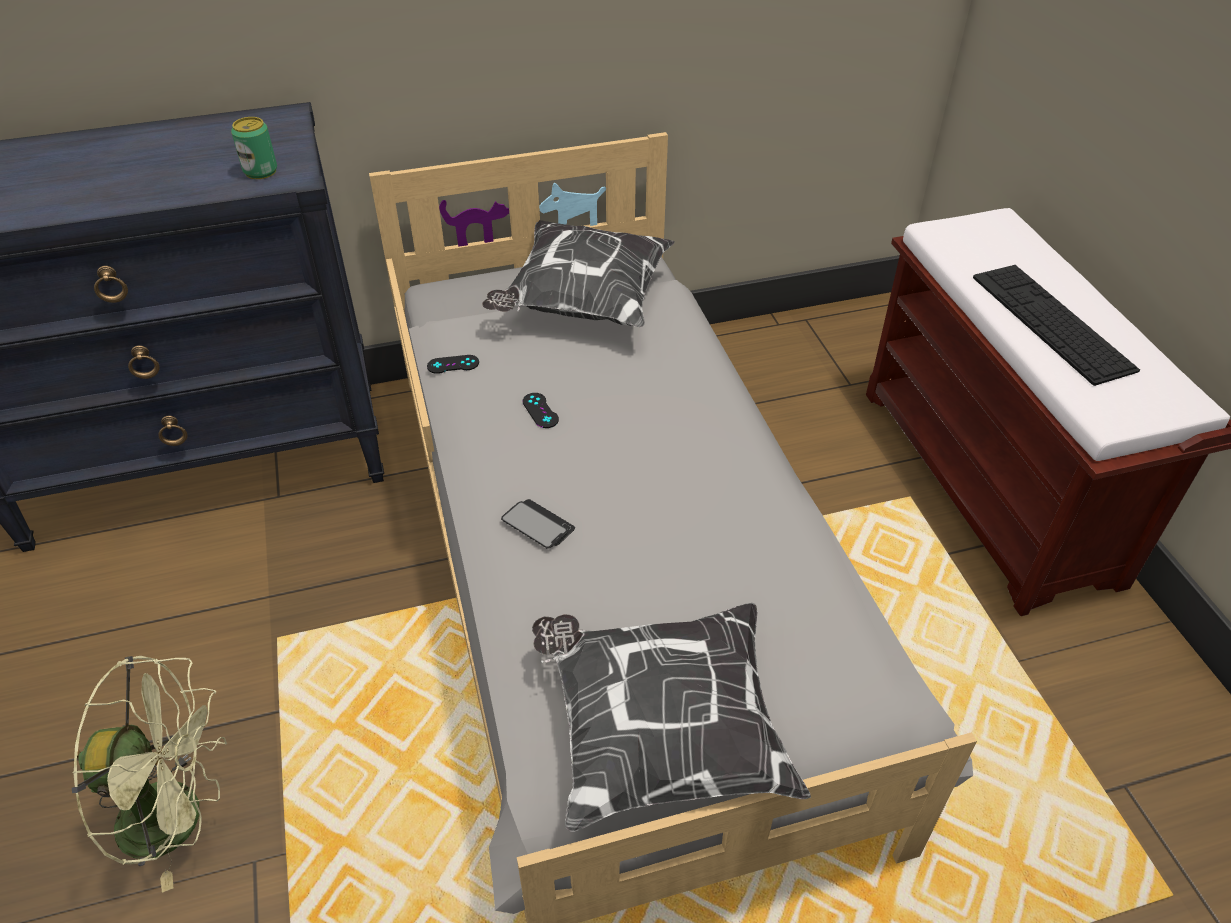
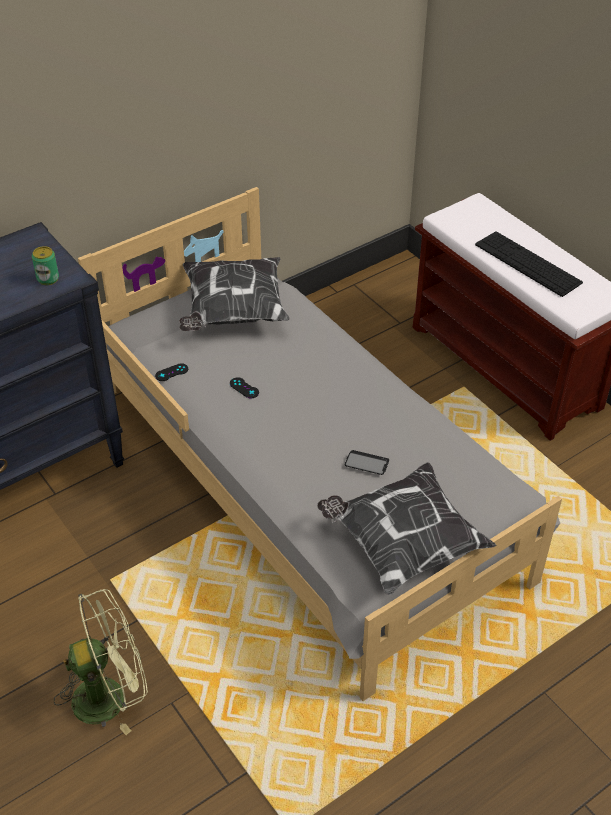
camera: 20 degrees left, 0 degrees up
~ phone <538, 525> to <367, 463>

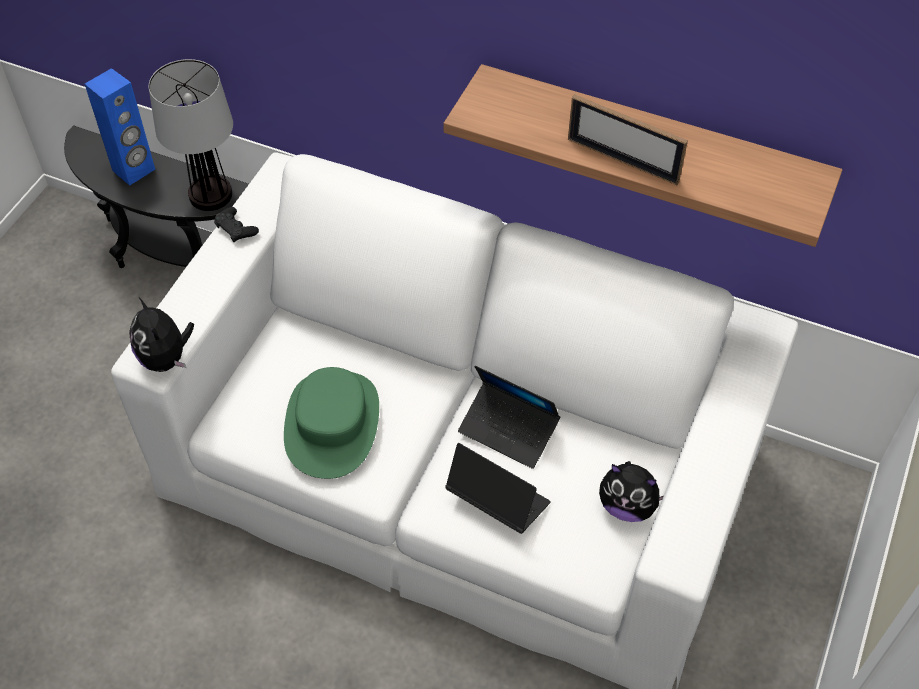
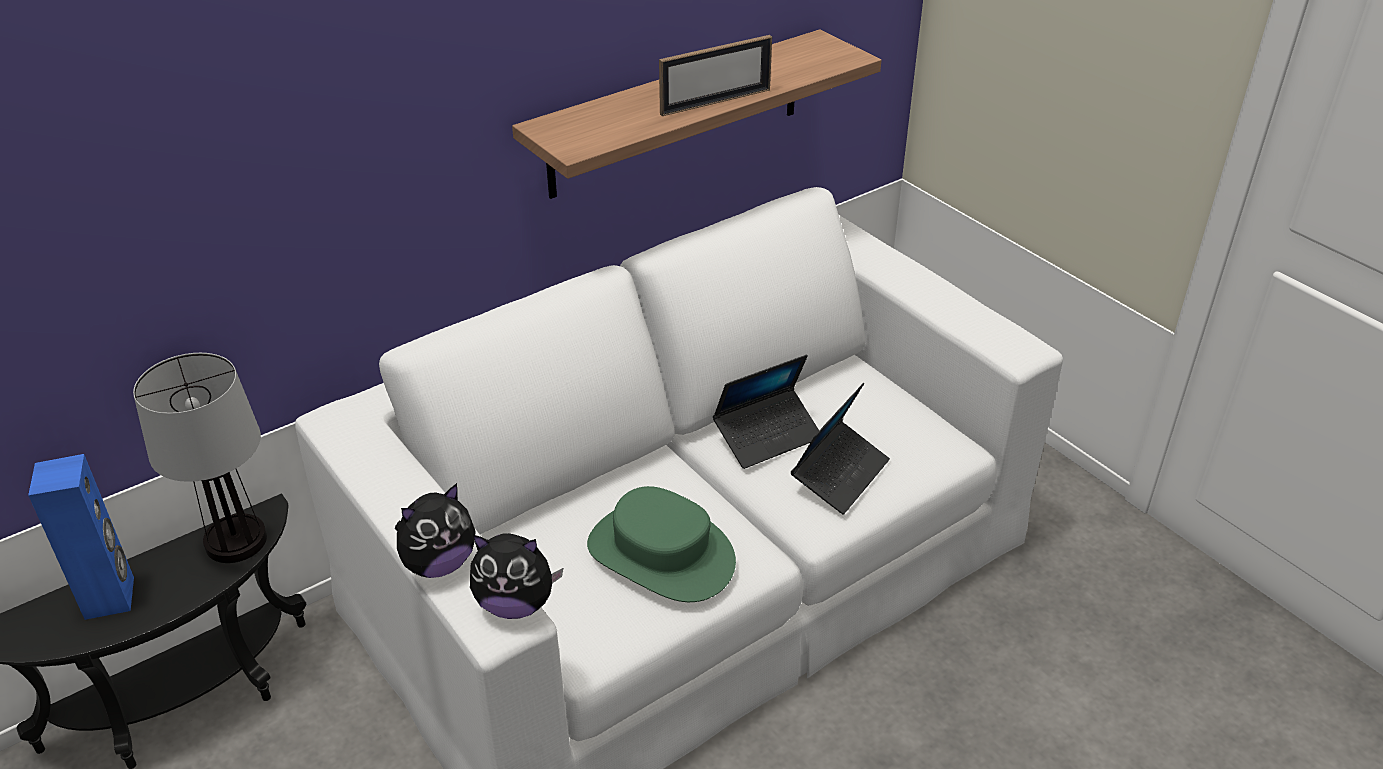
camera: 60 degrees left, 15 degrees down
- game controller in black <236, 229>
~ cuddly toy <627, 506> to <439, 563>
~ laptop <497, 500> = <840, 474> 150 degrees clockwise

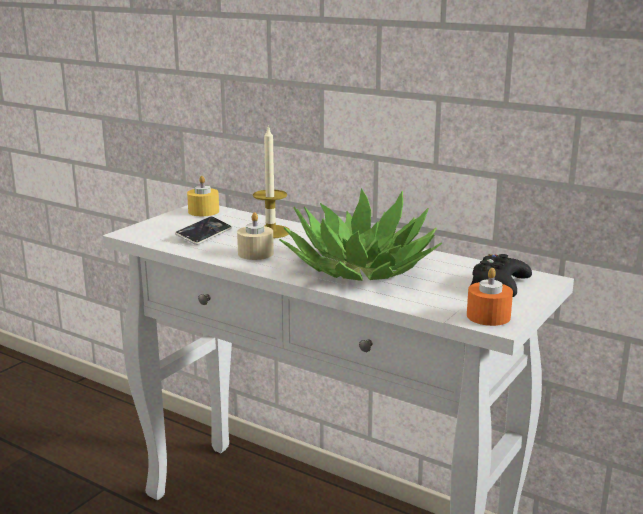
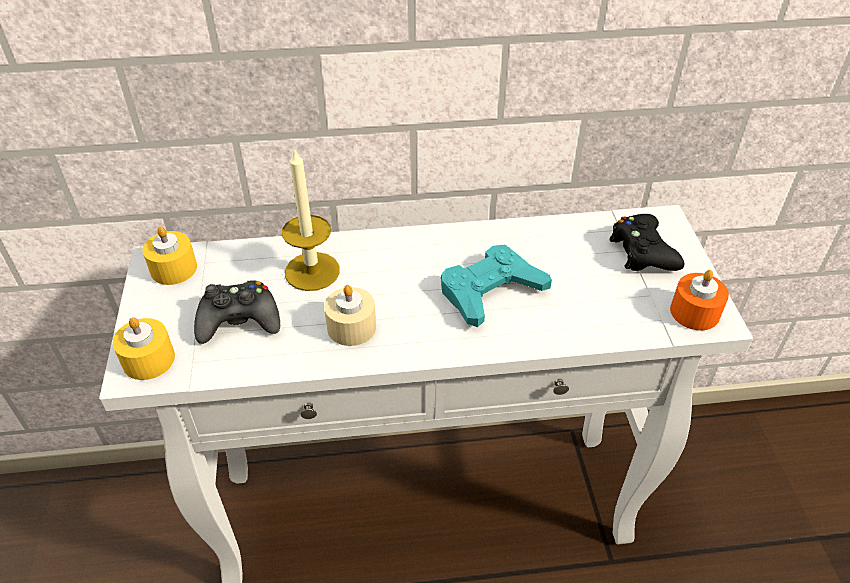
camera: 40 degrees left, 25 degrees up
+ candle in yellow-coloured <148, 359>
~ phone <204, 234> to game controller in black <239, 320>
~ houseplant <360, 267> to game controller in turquoise <490, 291>

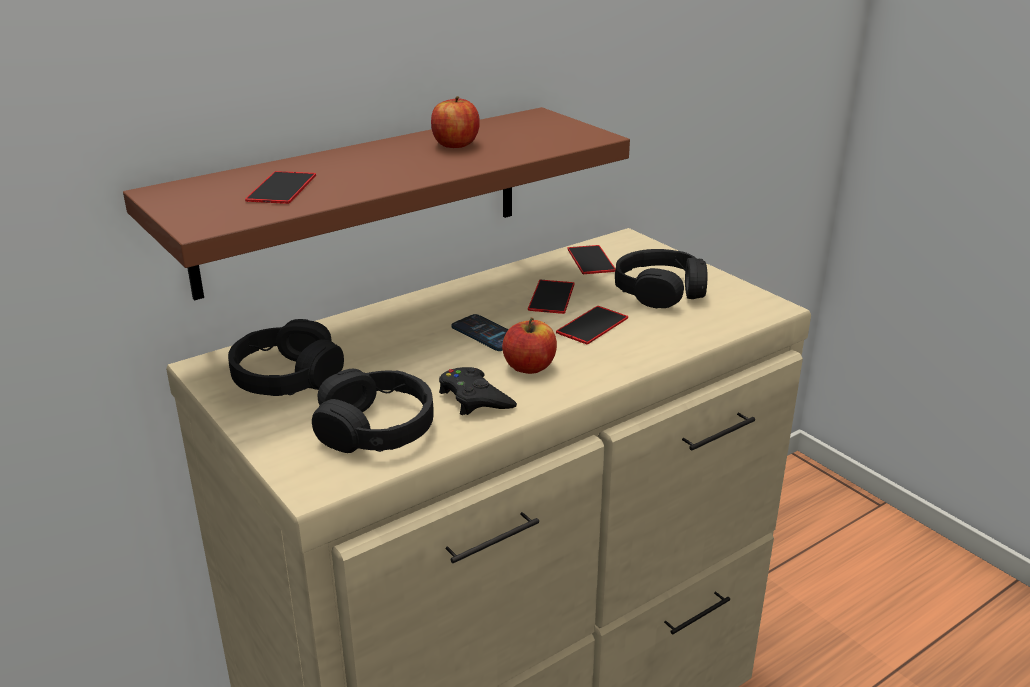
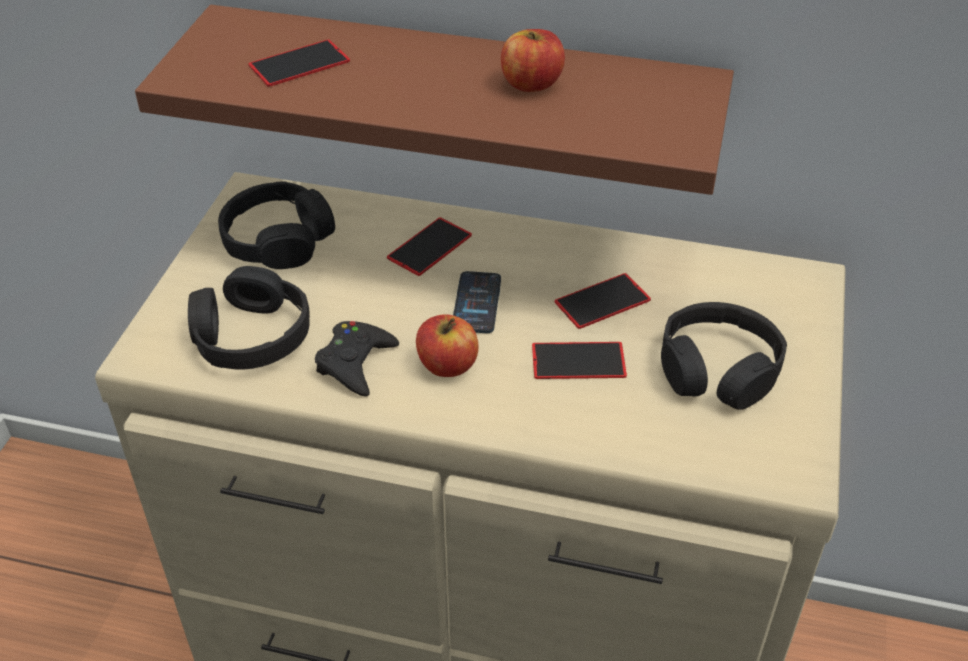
camera: 50 degrees right, 15 degrees up
~ phone <591, 260> to <429, 247>

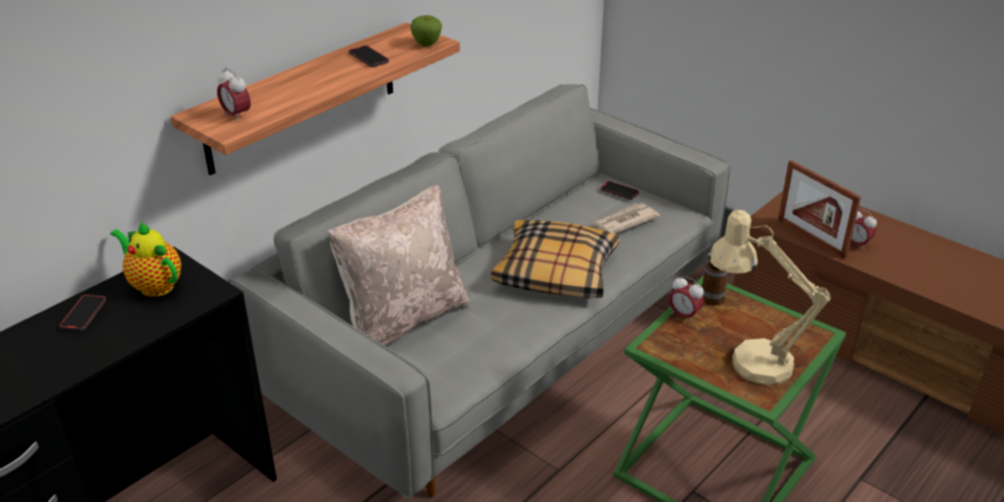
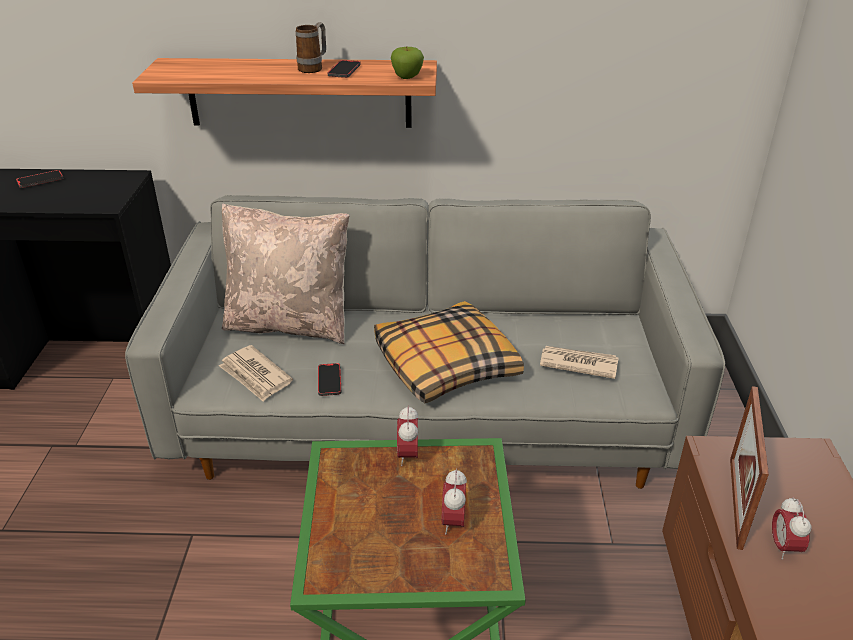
camera: 50 degrees right, 0 degrees up
- teapot <154, 285>
- lamp for a table in beige <749, 360>
+ printed paper <255, 376>
~ alarm clock <236, 116> to <453, 522>
~ phone <619, 192> to <329, 381>
~ tea mug <710, 295> to <314, 68>

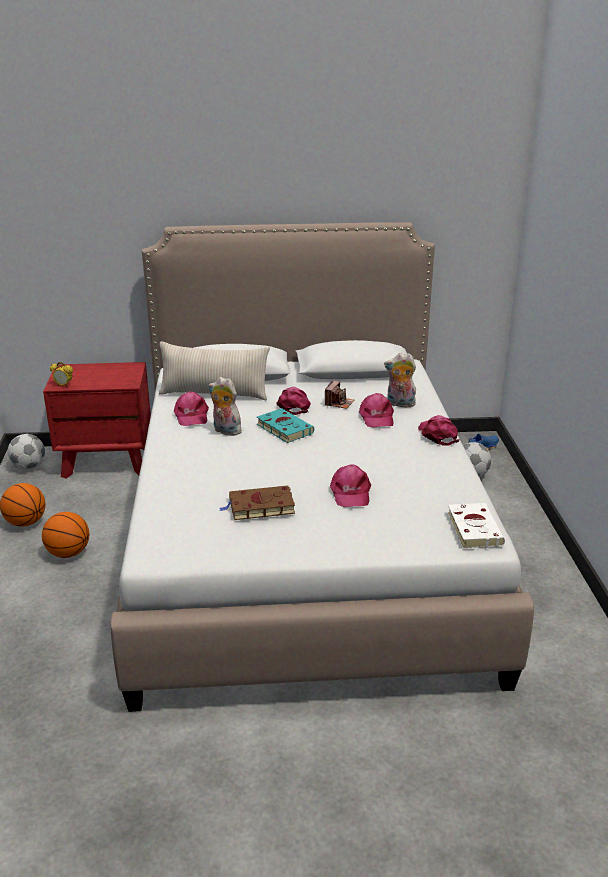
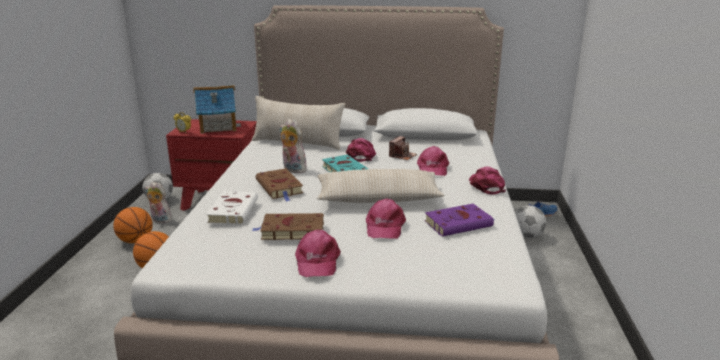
camera: 10 degrees right, 5 degrees down
+ toy house <217, 127>
+ book in brownish <280, 188>
+ pillow in beige <378, 198>
+ book in purplish <459, 223>
~ peaked cap in pink <191, 415> to <317, 261>
~ cuddly toy <400, 404> to <160, 220>
~ book in white <473, 528> to <233, 210>

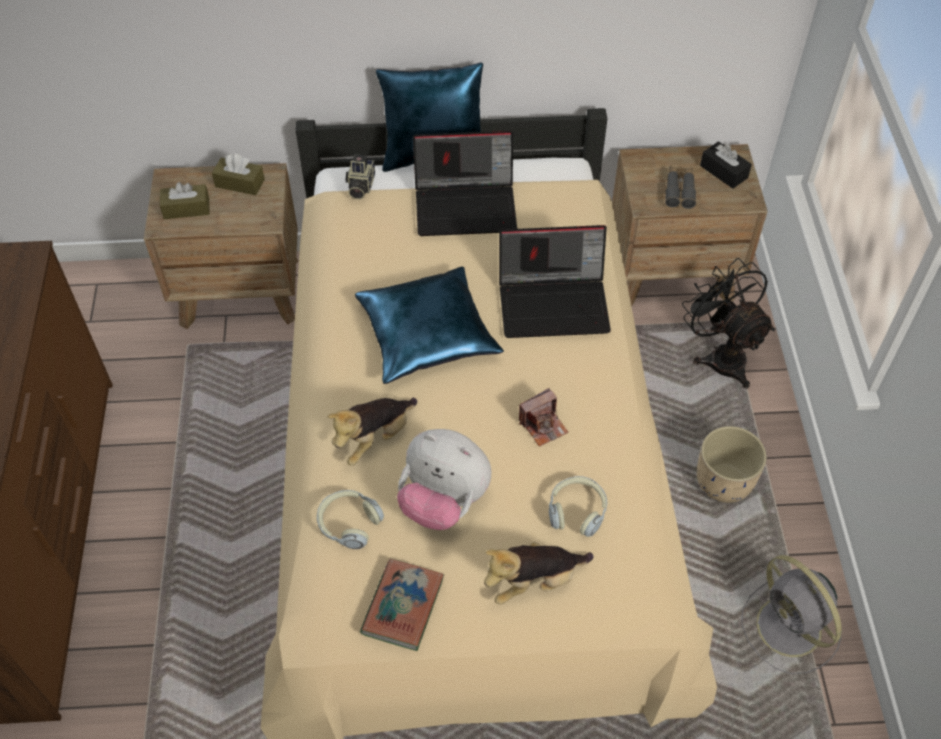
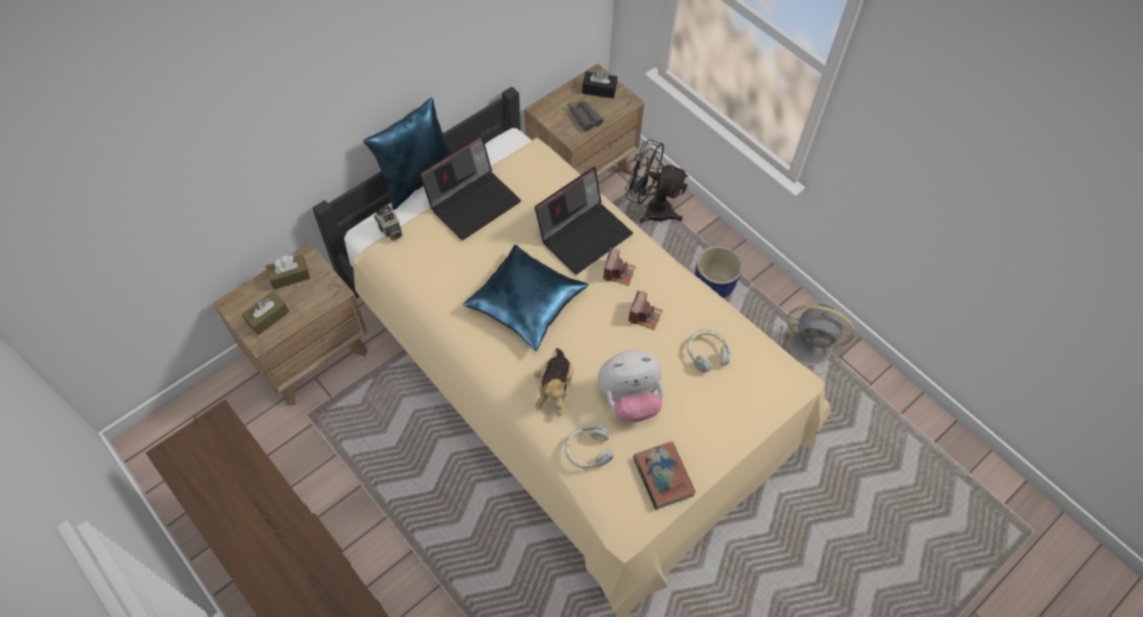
camera: 40 degrees left, 5 degrees up
- cuddly toy <533, 581>
+ still camera <618, 272>
~ plant pot in beige <724, 481> to plant pot in blue-coloured <713, 285>

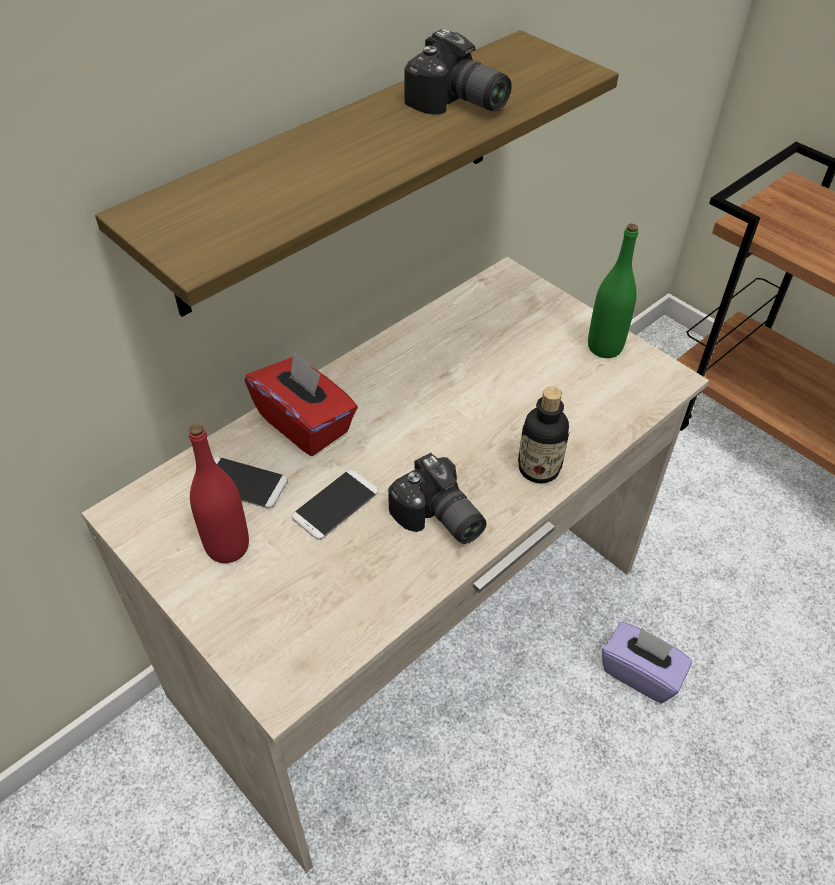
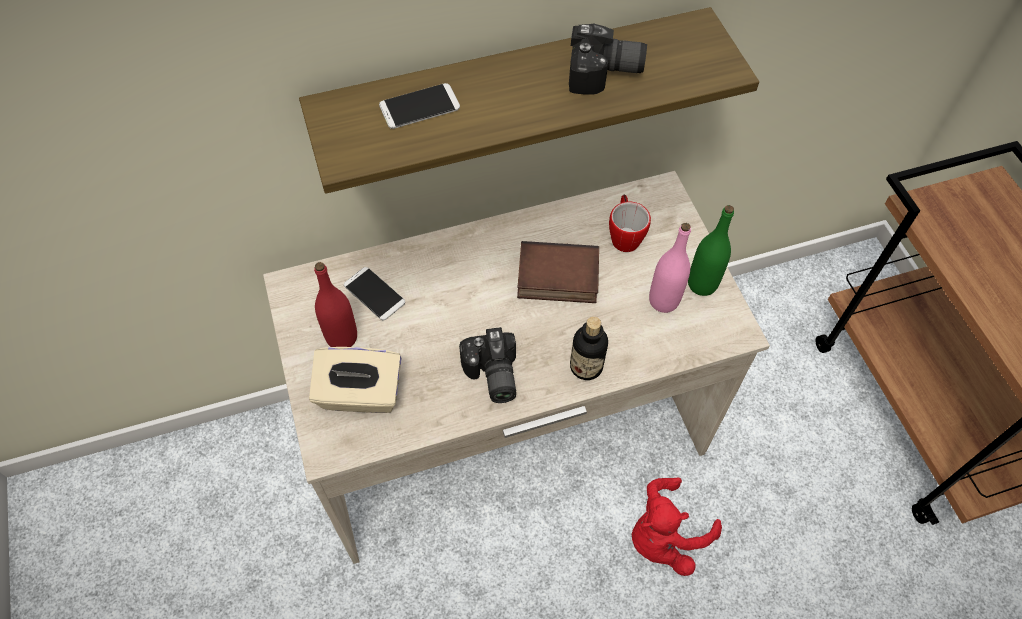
camera: 25 degrees right, 10 degrees up
- tissue holder in reddish <305, 423>
+ tissue holder in beige <360, 394>
+ book <556, 279>
+ tea mug <624, 235>
+ drink bottle in pink <663, 300>
~ phone <335, 505> to <419, 107>
~ tissue holder in purplish <640, 672> to cuddly toy in reddish <664, 536>
~ still camera <457, 104> = <605, 74> 60 degrees counterclockwise

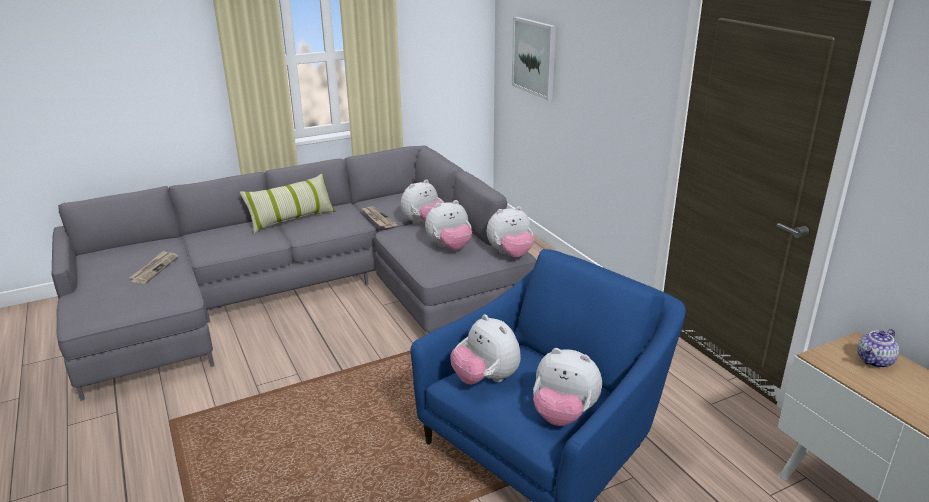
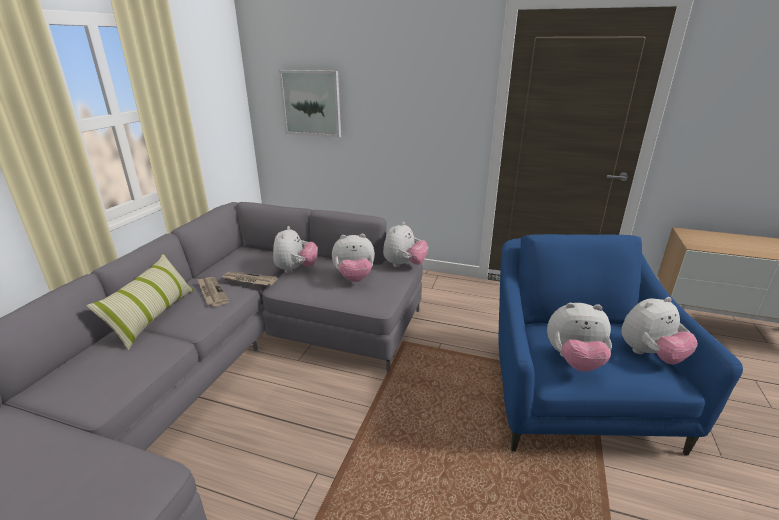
camera: 45 degrees left, 0 degrees up
- teapot <875, 361>
~ printed paper <154, 269> to <212, 292>
~ cuddly toy <449, 247> = <354, 278> 60 degrees clockwise

